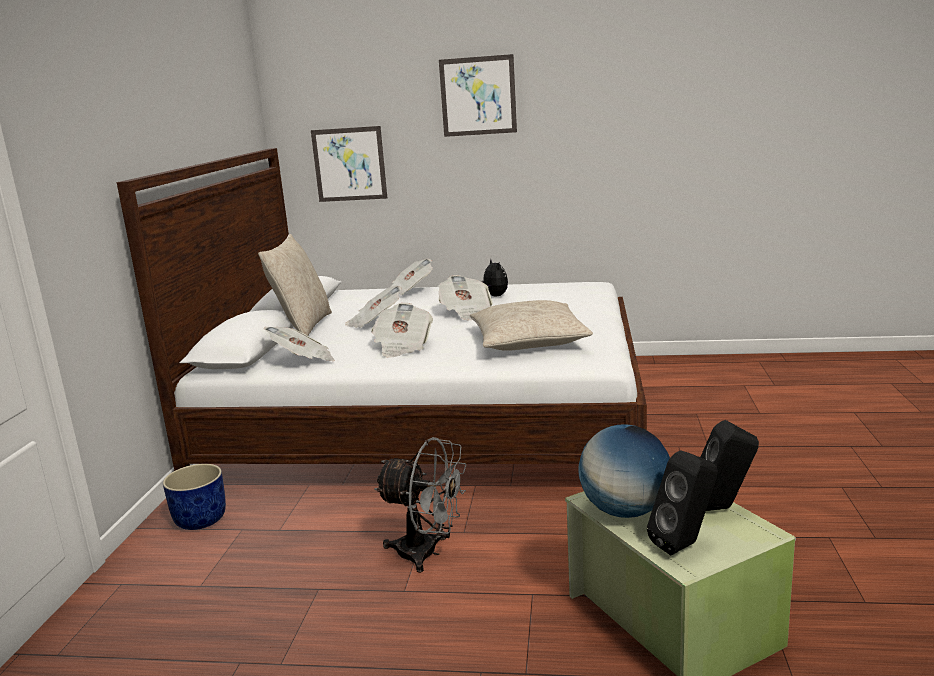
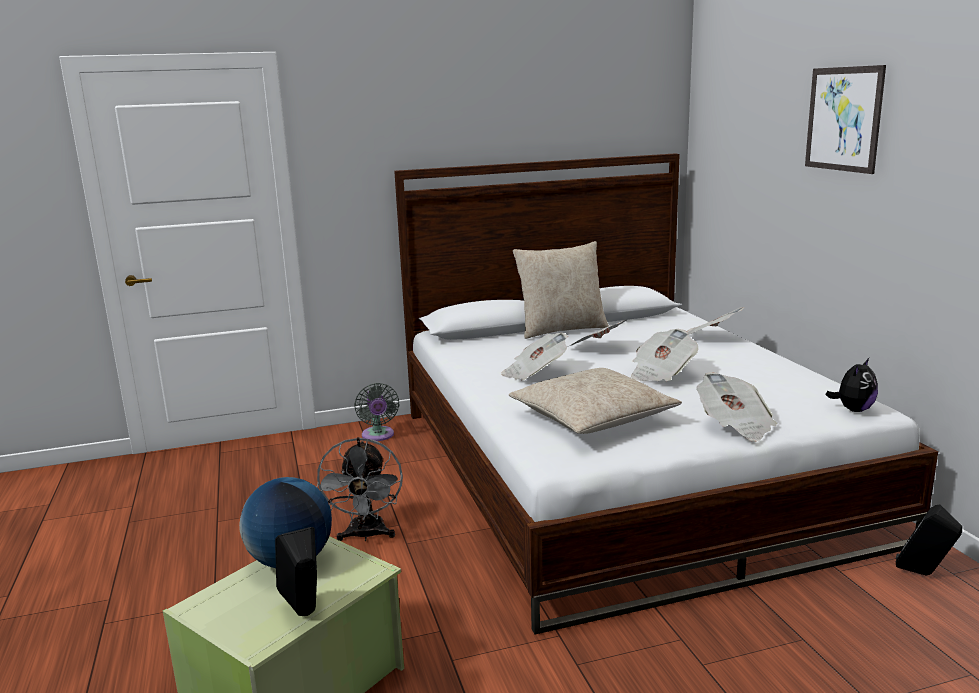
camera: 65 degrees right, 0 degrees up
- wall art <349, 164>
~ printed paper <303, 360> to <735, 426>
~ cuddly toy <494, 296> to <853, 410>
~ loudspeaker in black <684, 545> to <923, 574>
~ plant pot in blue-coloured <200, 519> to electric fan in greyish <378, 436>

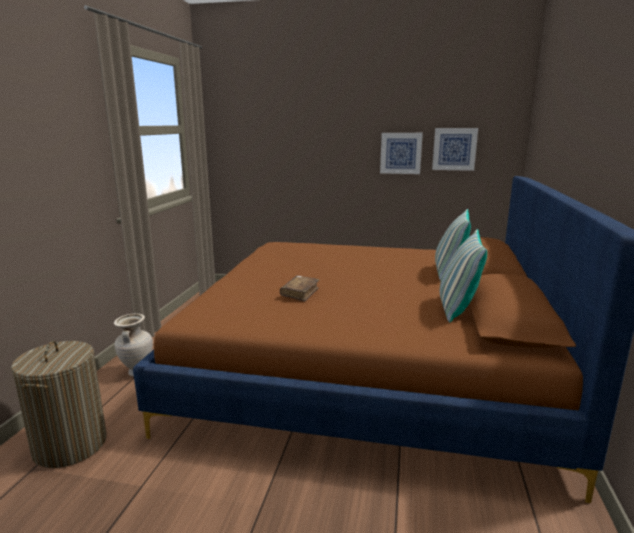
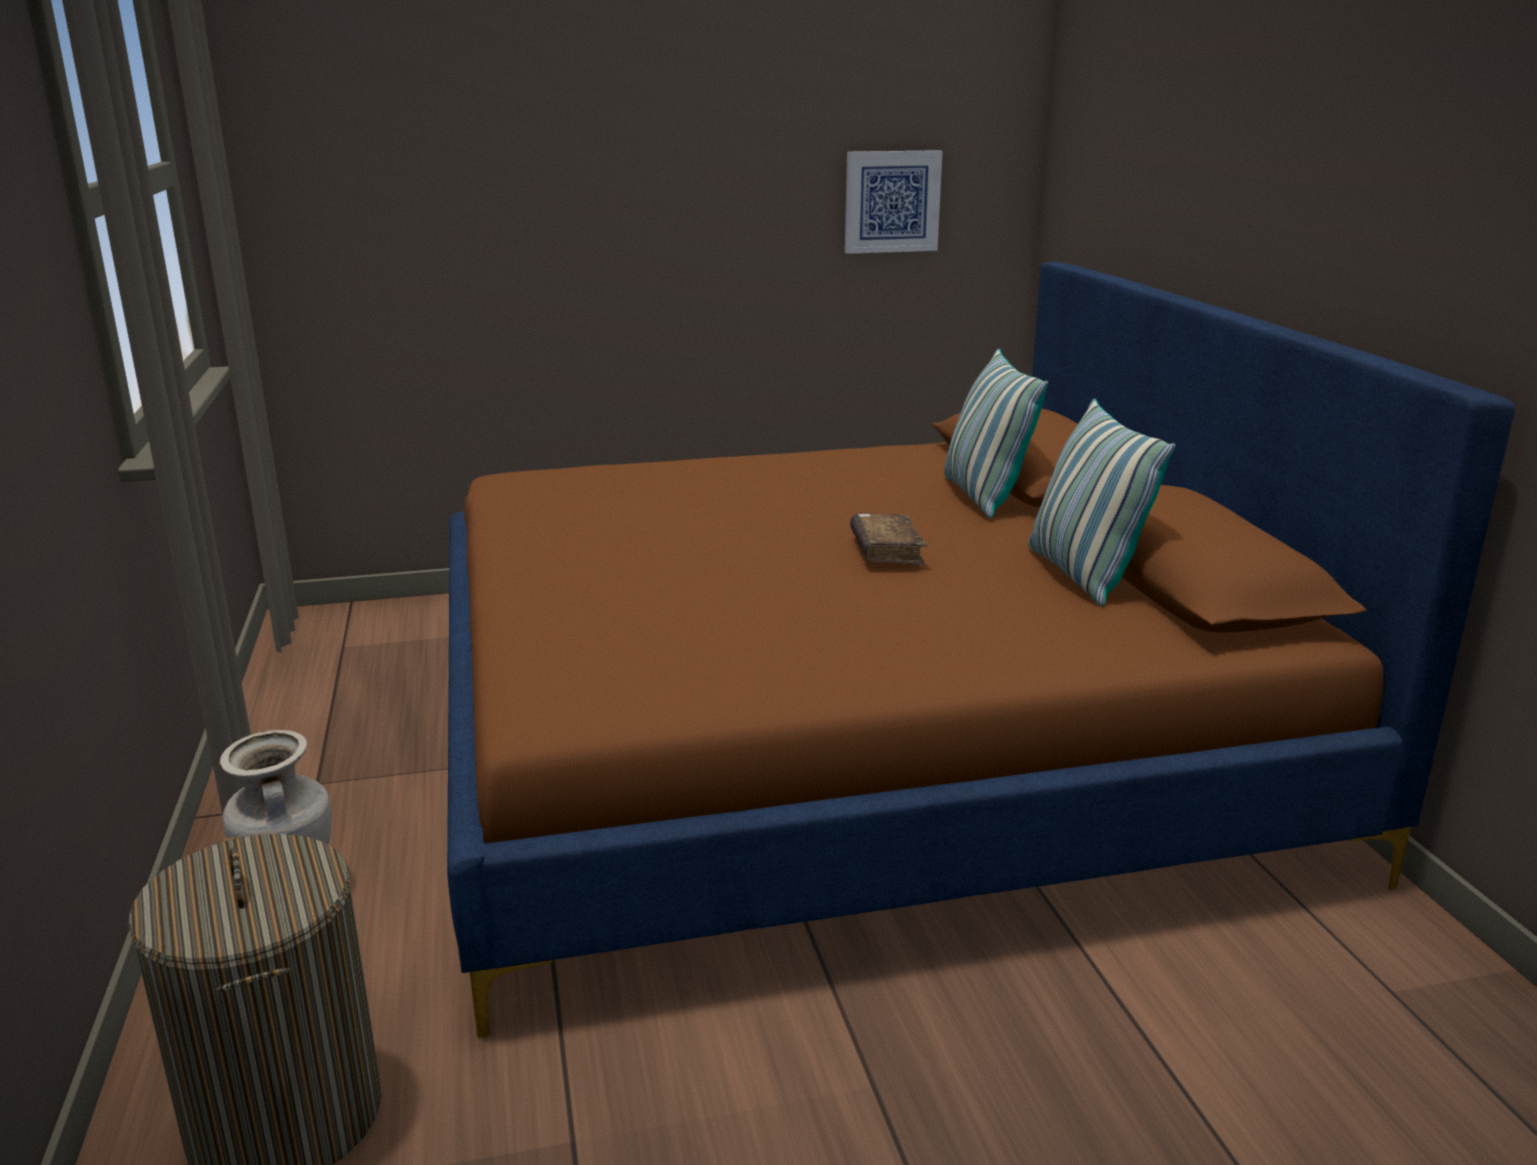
camera: 25 degrees left, 5 degrees up
- wall art <400, 153>
~ book in brownish <300, 293> to <886, 551>

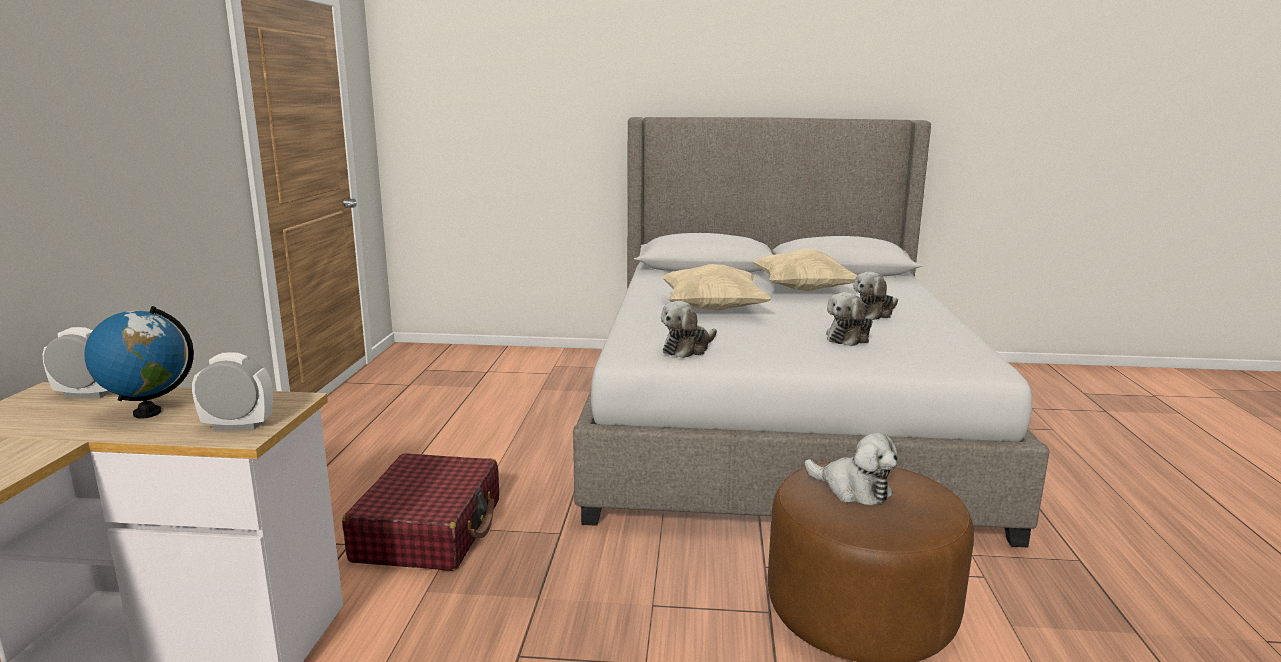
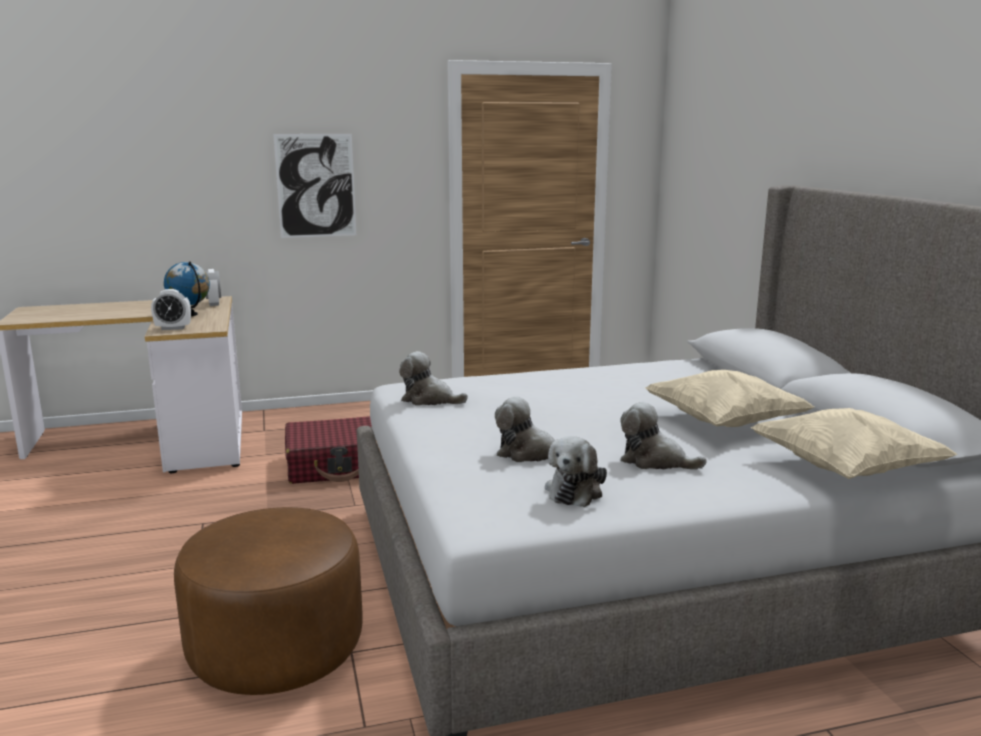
camera: 70 degrees right, 0 degrees up
+ wall art <316, 186>
~ pillow in beige <712, 309> to <845, 470>
~ cuddly toy <853, 489> to <575, 490>
~ alarm clock <238, 426> = <173, 328> 105 degrees clockwise

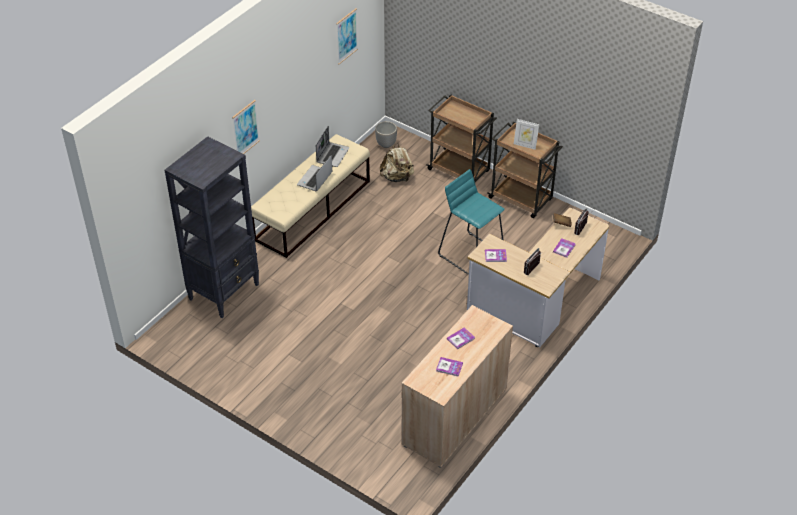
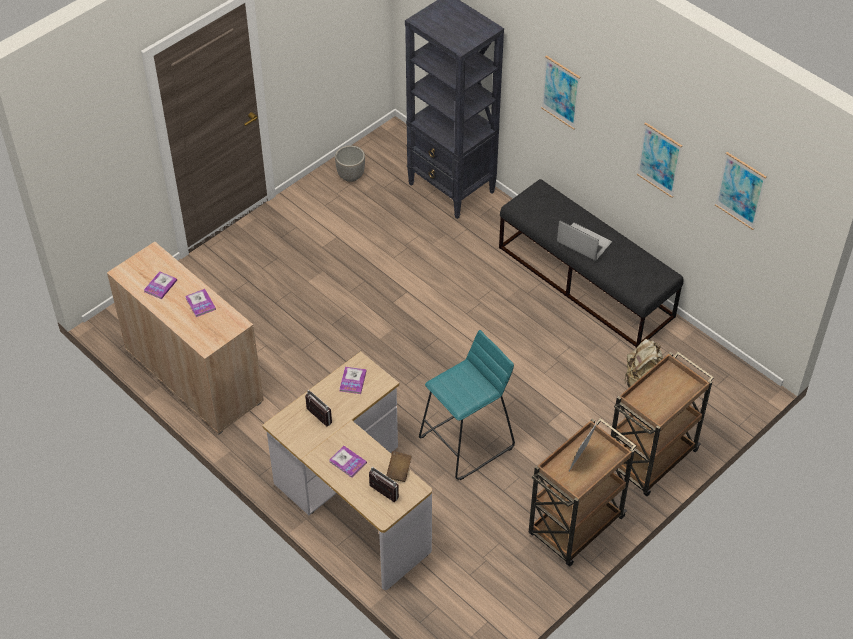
camera: 100 degrees right, 5 degrees up
- laptop <332, 155>
+ wall art <659, 160>
~ plant pot <386, 144> to <351, 176>
~ long seat in beige <313, 210> to long seat in black <586, 282>

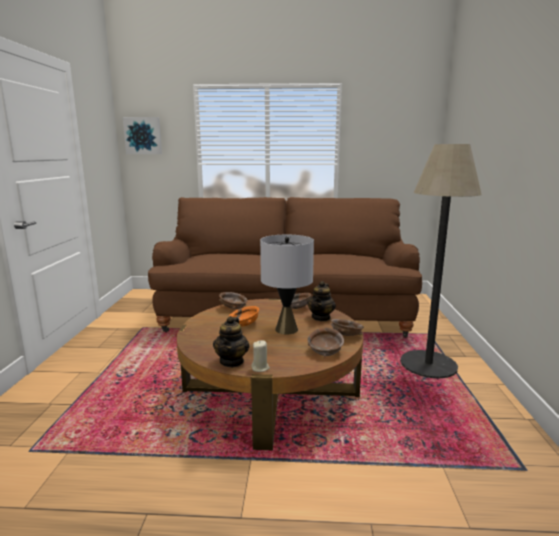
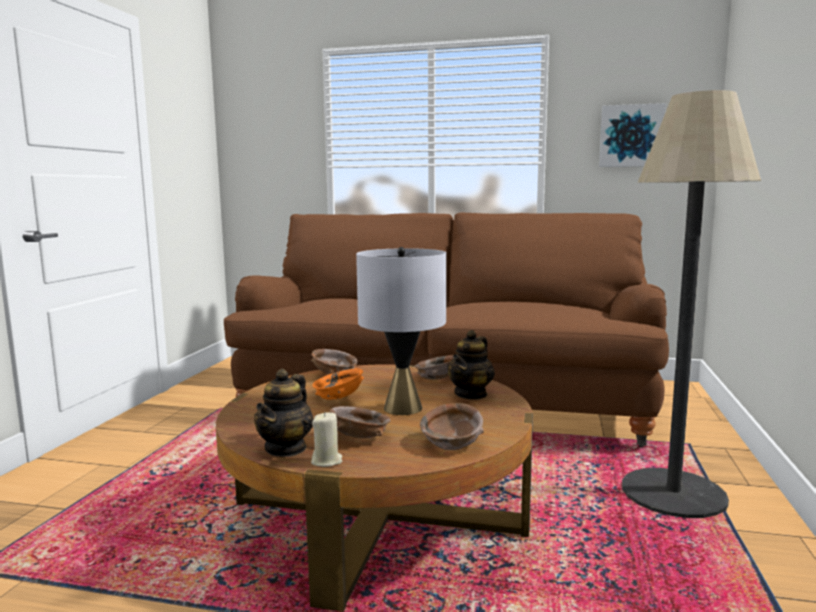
camera: 10 degrees right, 5 degrees down
~ wall art <143, 136> to <631, 136>
~ bowl in brownish <346, 335> to <359, 437>

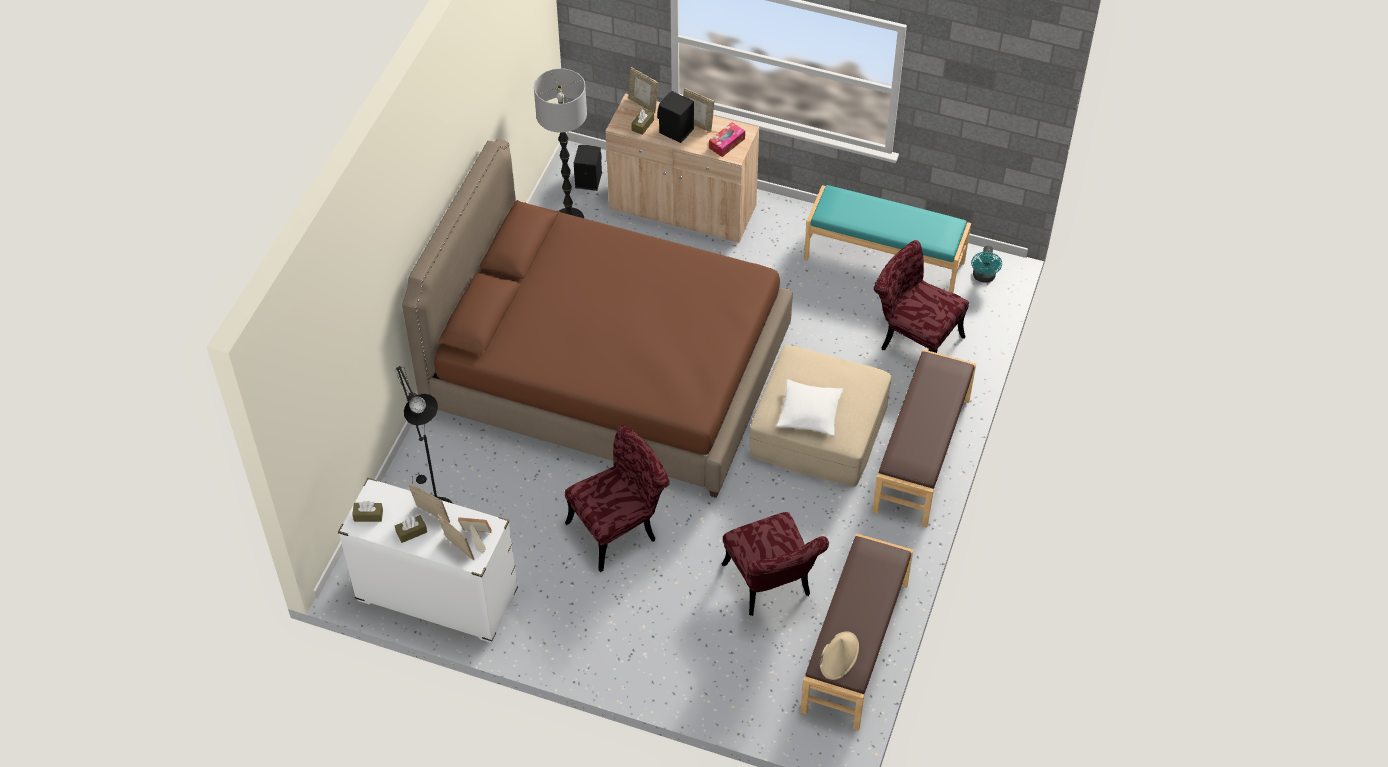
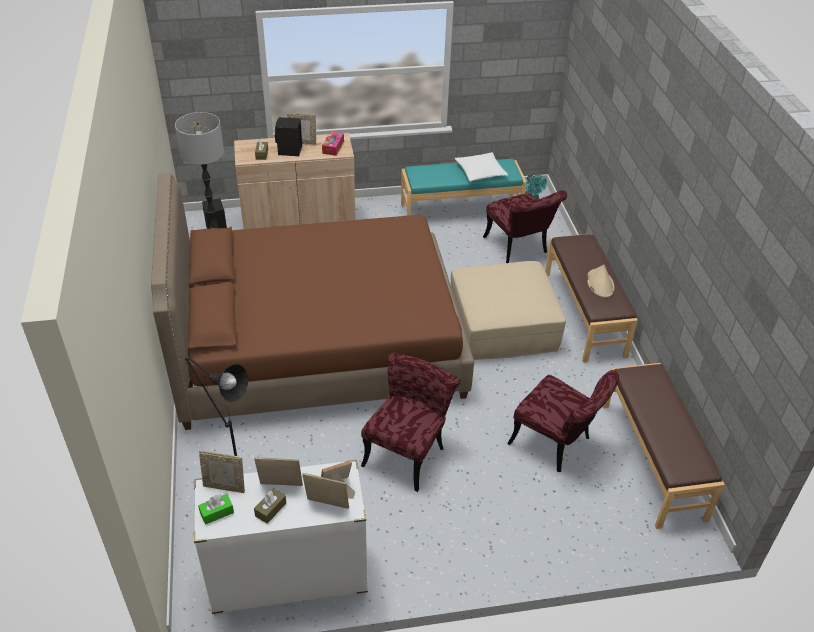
camera: 30 degrees left, 10 degrees down
~ standing frame <643, 104> to <225, 487>
~ pillow in white <809, 413> to <480, 172>
~ hat in beige <839, 656> to <600, 284>
~ tissue holder in brownish <368, 515> to tissue holder in green <217, 512>
~ chair in reddish <914, 340> = <519, 248> 120 degrees counterclockwise

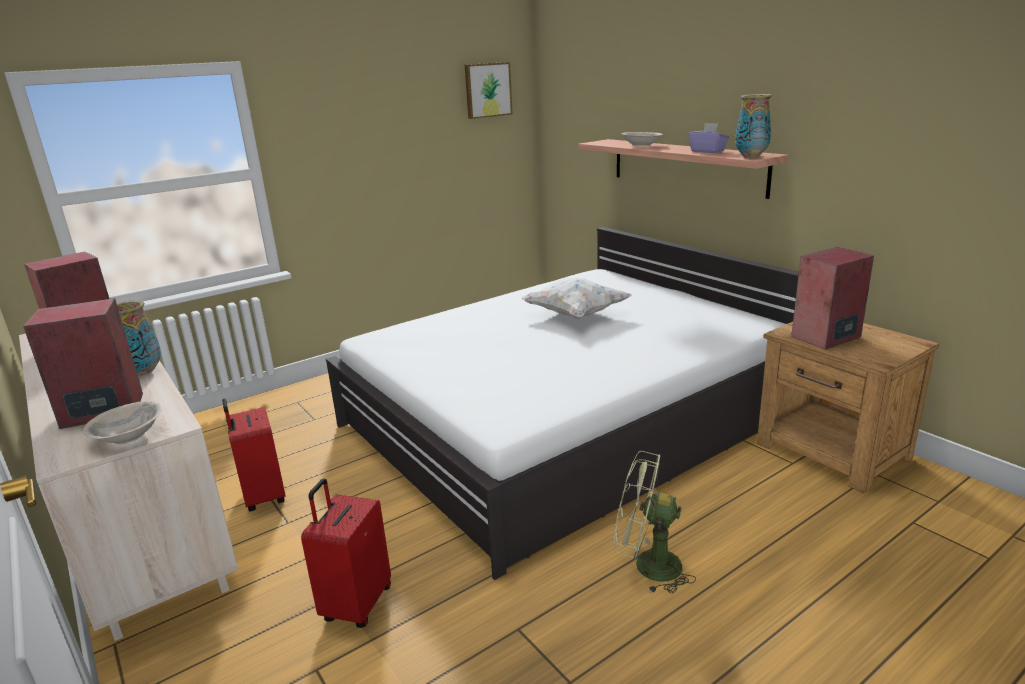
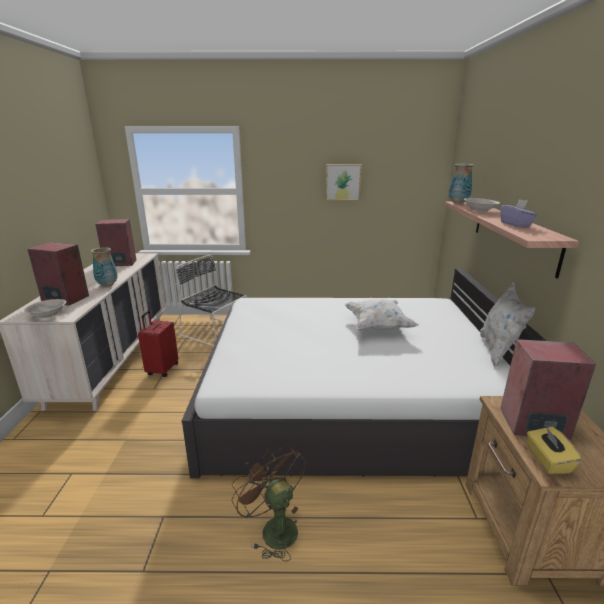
camera: 35 degrees right, 0 degrees up
- suitcase in reddish <356, 604>
+ chair in black <215, 332>
+ pillow in white <498, 351>
+ tissue holder in yellow-coloured <547, 460>
~ wall art <487, 90> to <343, 182>
~ decorative vase <751, 156> to <458, 203>
~ electric fan in green <647, 566> to electric fan in brownish <273, 528>

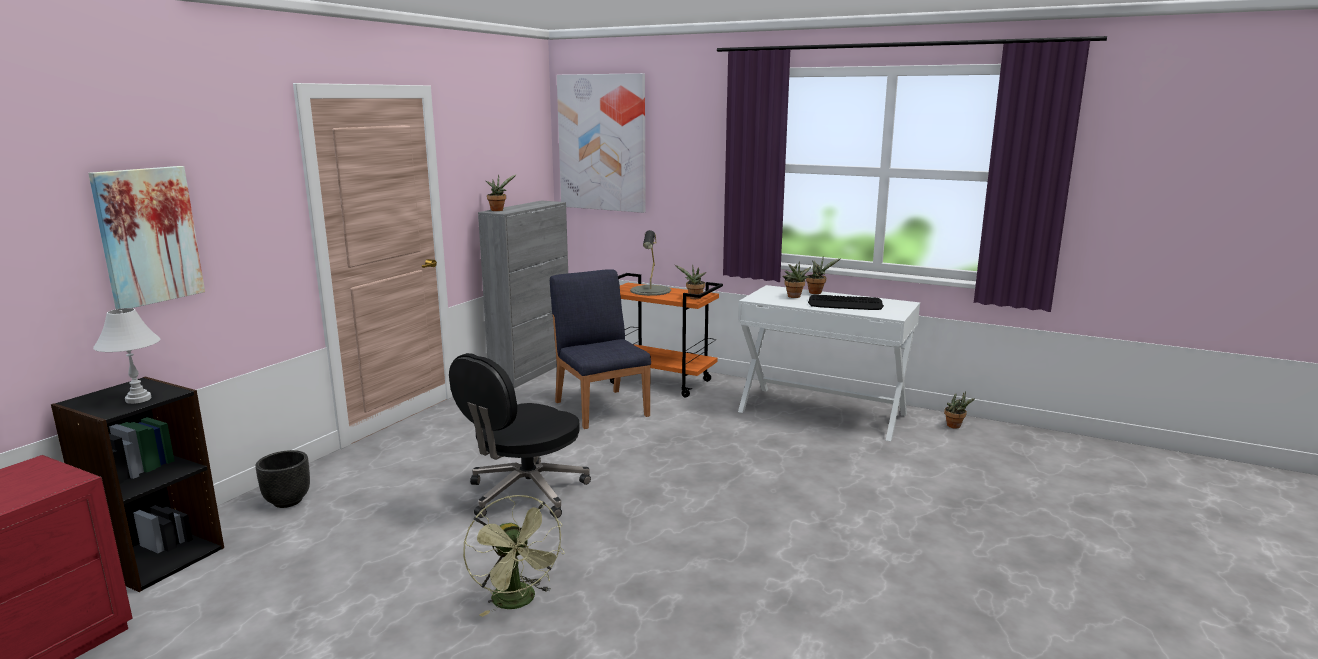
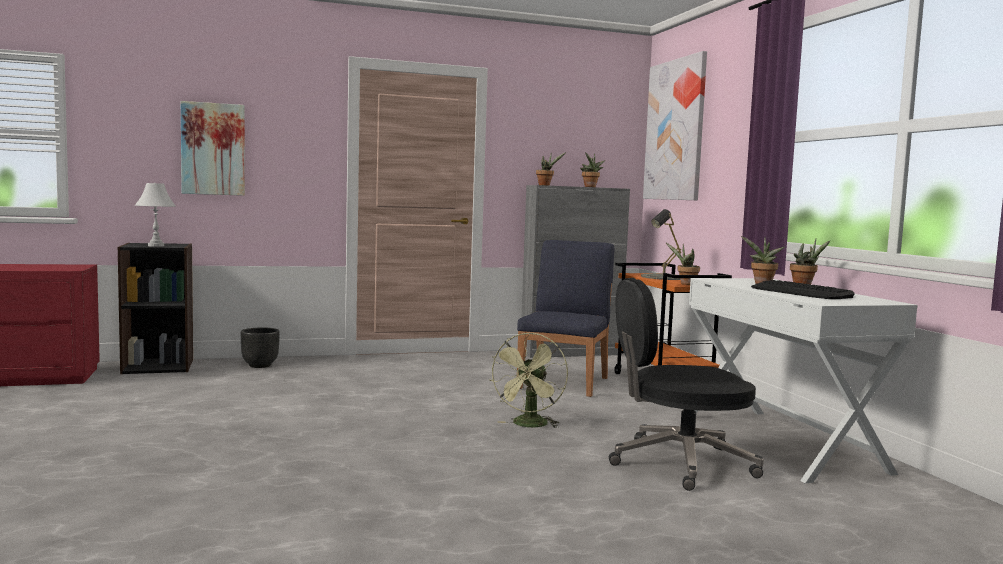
camera: 45 degrees right, 10 degrees down
~ desk chair in black <525, 493> to <679, 463>
~ electric fan in green <518, 602> to <529, 425>
~ houseplant <955, 426> to <590, 187>

